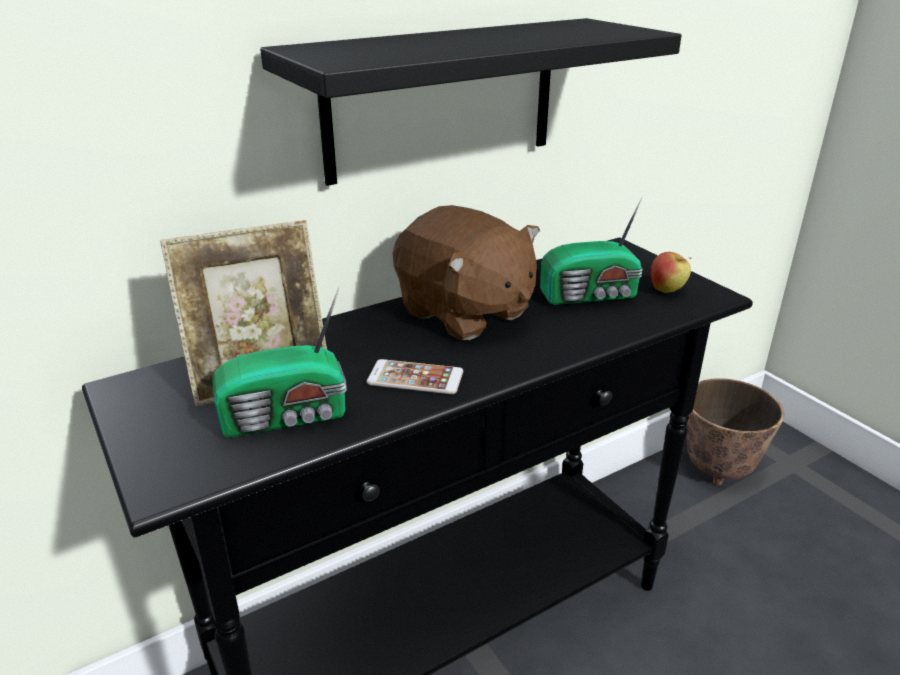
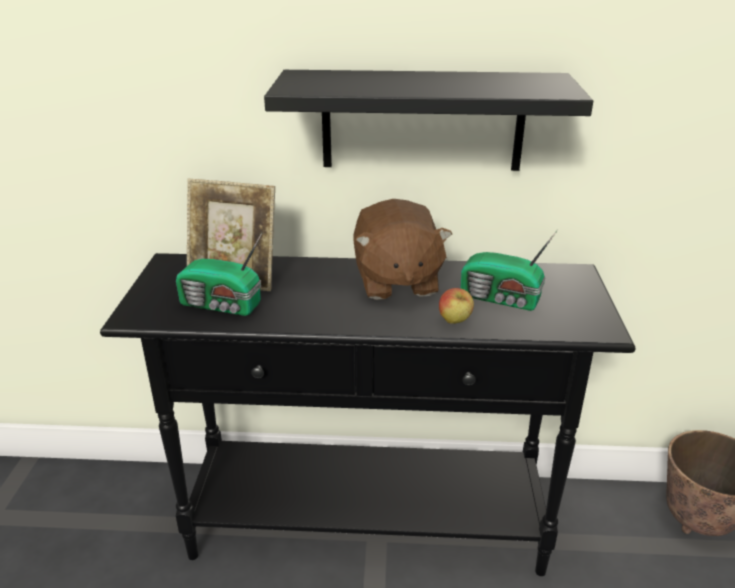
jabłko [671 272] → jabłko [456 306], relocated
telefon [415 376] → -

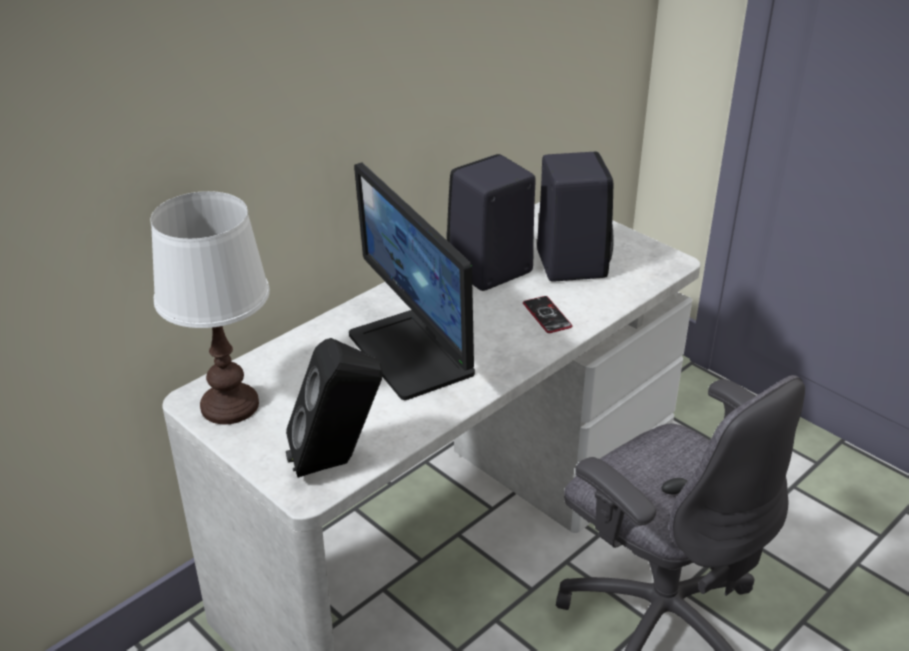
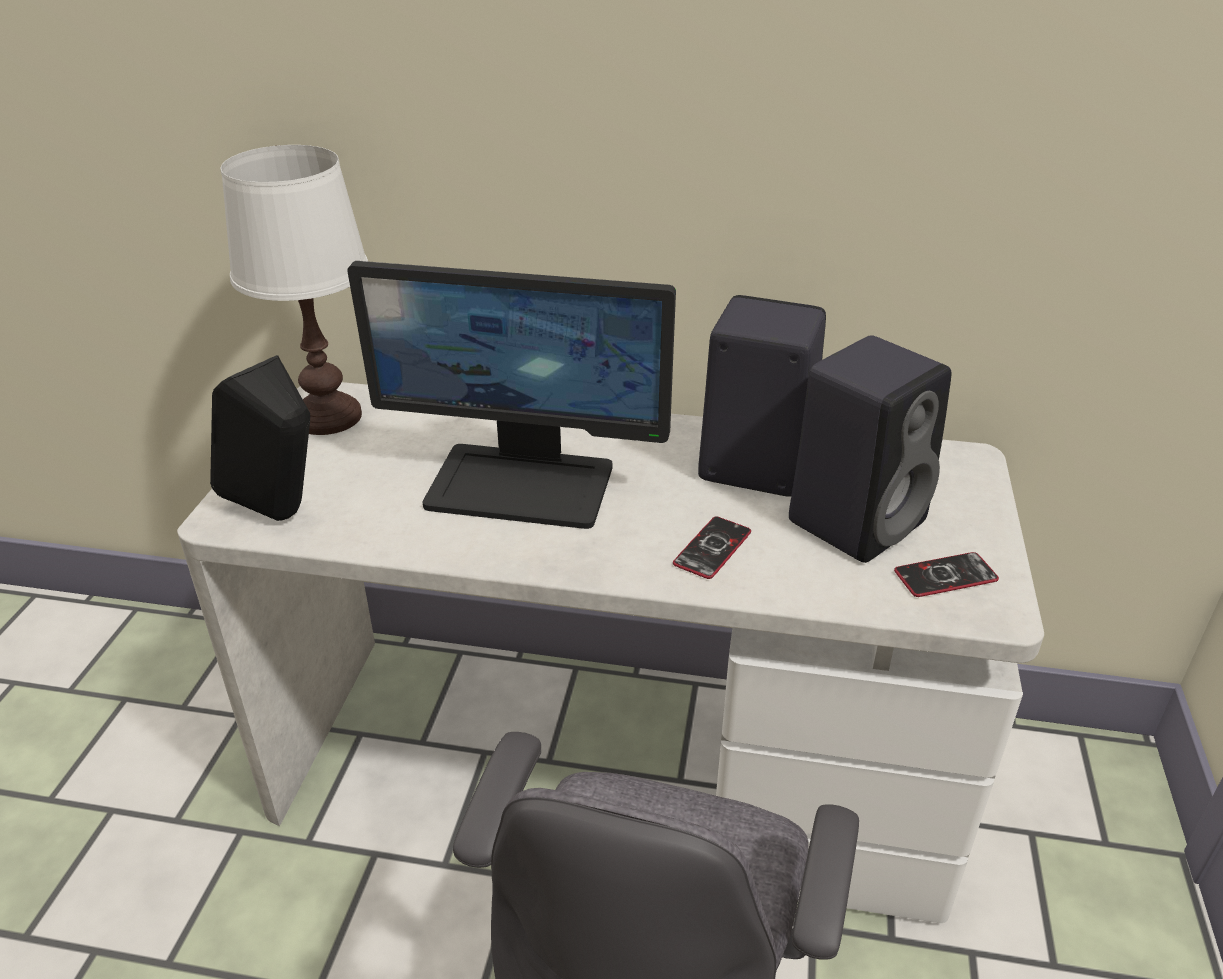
monitor [412 281] → monitor [511 395], 105 degrees counterclockwise
- → telefon [946 574]

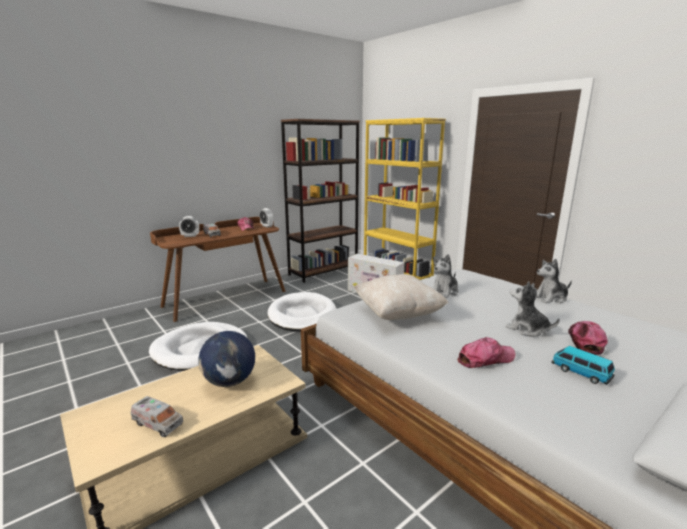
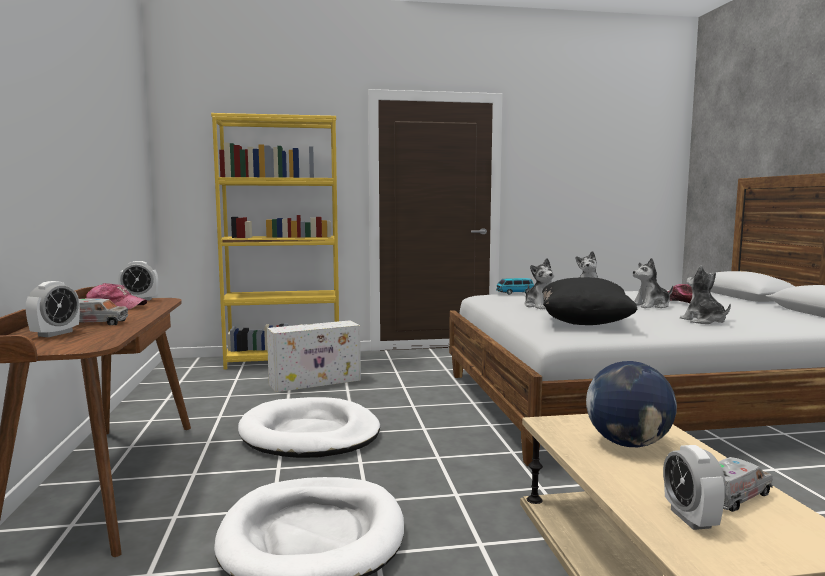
regał (brązowy) [320 201] → -
poduszka (beżowy) [401 297] → poduszka (czarny) [589 301]
czapka z daszkiem [486 352] → pluszak [705 295]
samochodzik [583 365] → samochodzik [515 286], relocated
- → budzik [694 487]

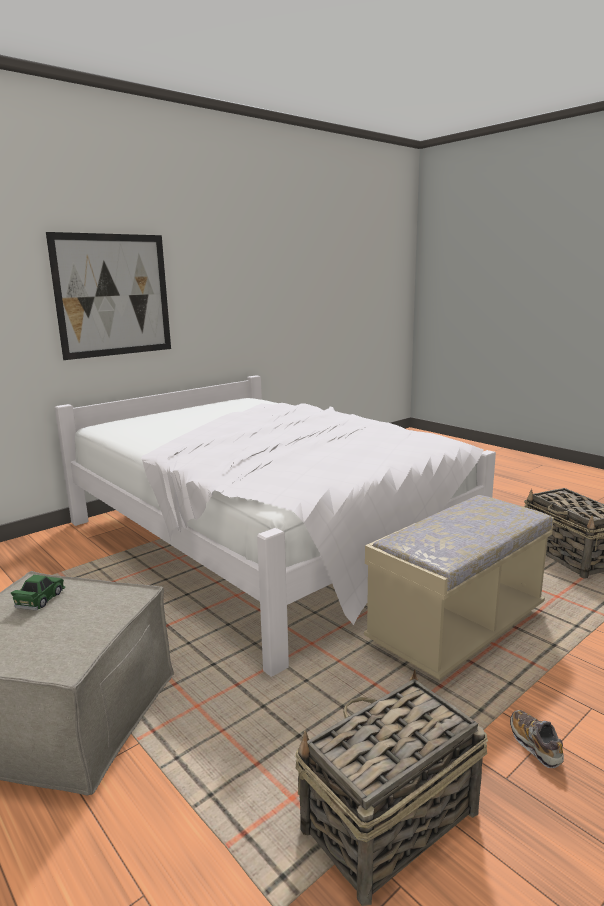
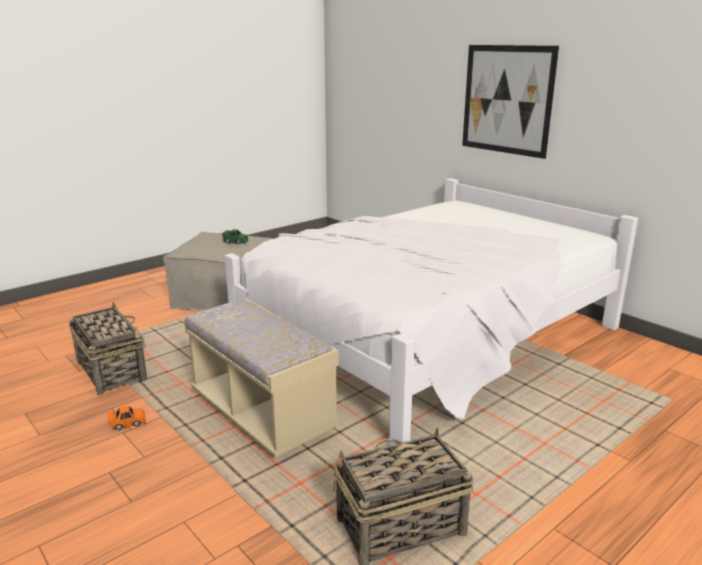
but [537 739] → samochodzik (pomarańczowy) [126 418]

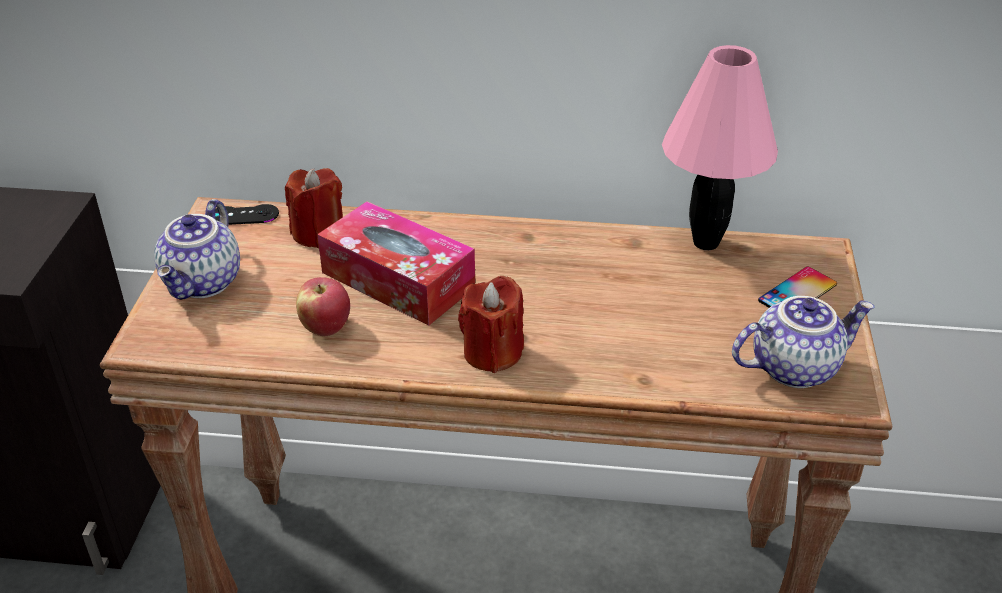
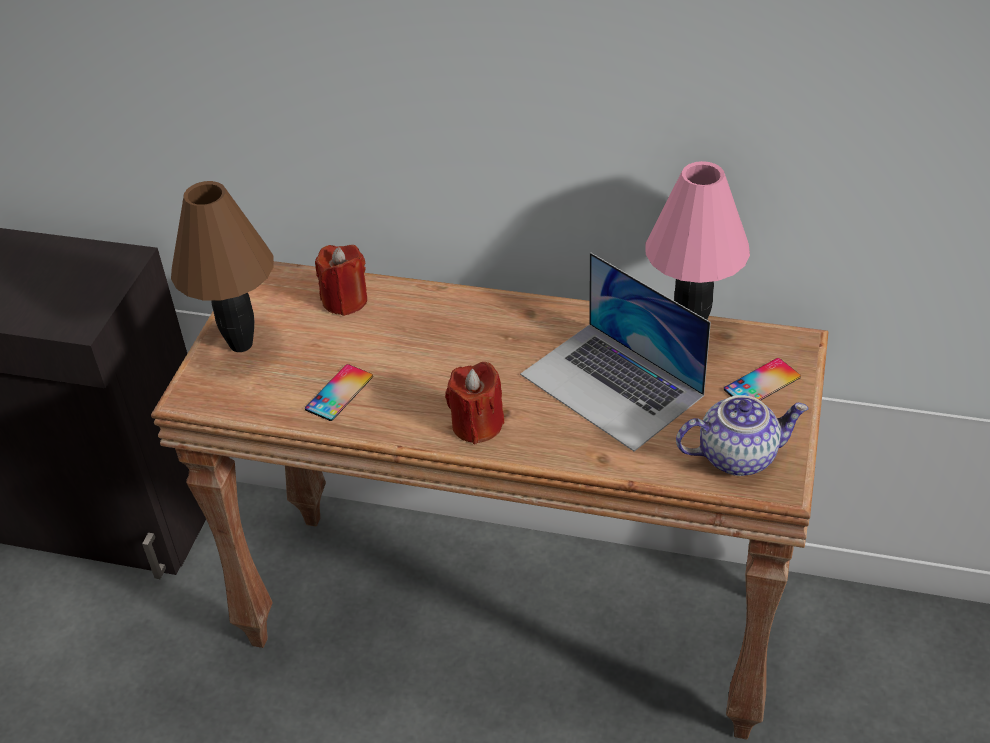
imbryk [197 249] → lampa stołowa (brązowy) [222 266]
pudełko chusteczek [396 263] → -
pad do gier (czarny) [247 214] → -
jabłko [323 306] → telefon [339 392]
- → laptop [615 352]

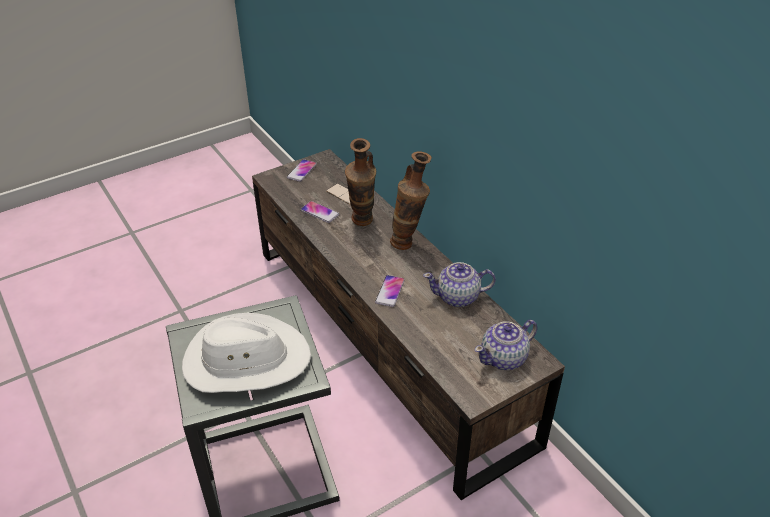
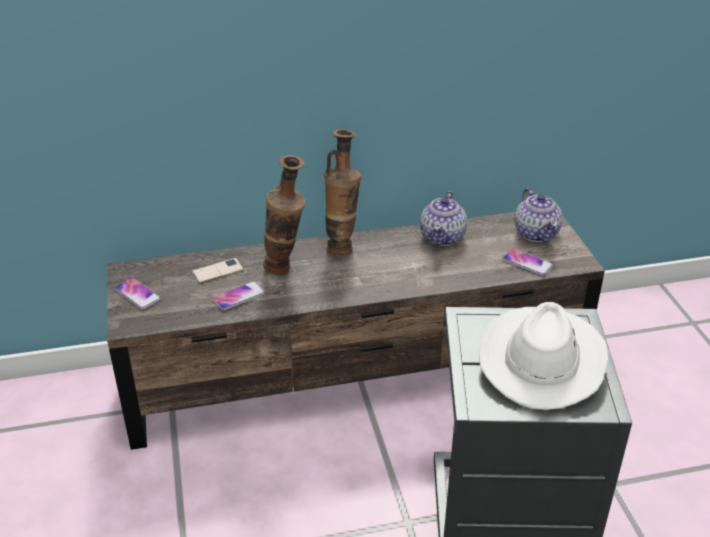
telefon [390 291] → telefon [528 262], relocated

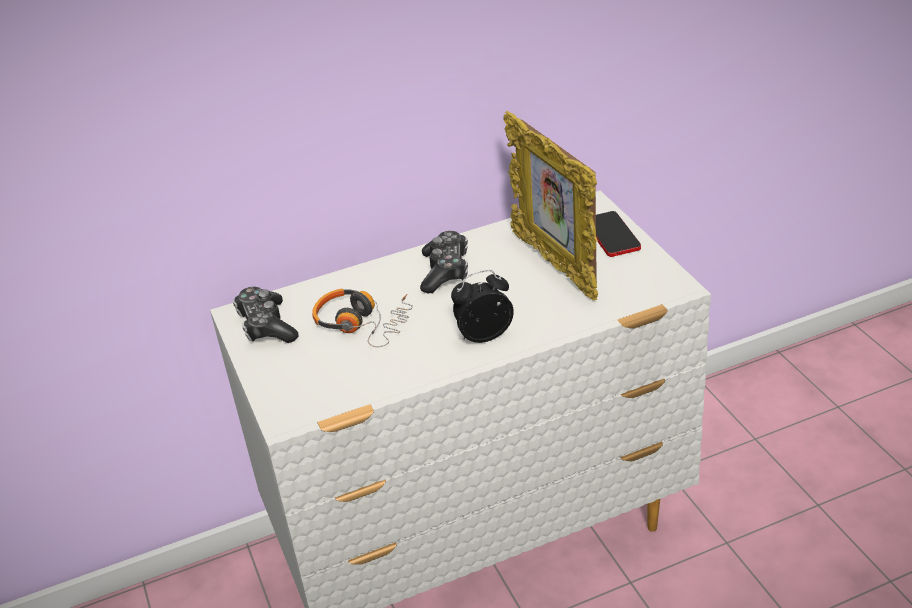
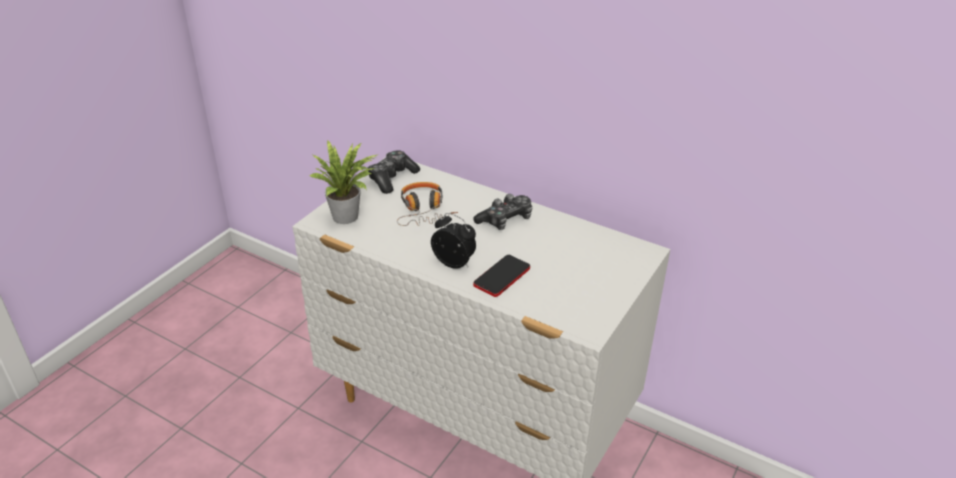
ramka na zdjęcie [551 205] → -
telefon [618 234] → telefon [501 276], relocated
- → roślina doniczkowa [343 182]

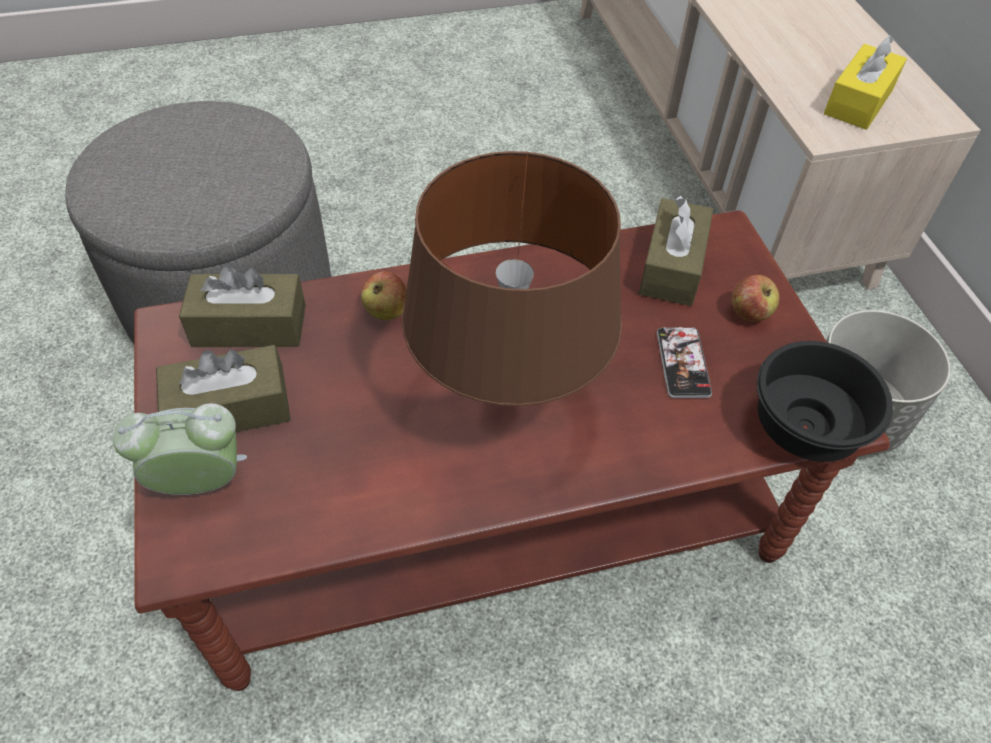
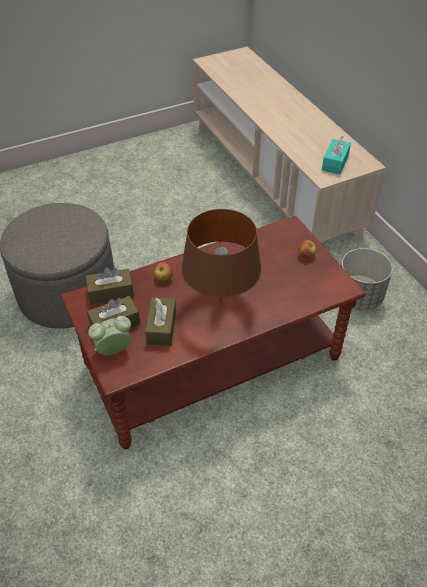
pudełko chusteczek (żółty) [865 82] → pudełko chusteczek (turkusowy) [336 155]
pudełko chusteczek (brązowy) [676 250] → pudełko chusteczek (brązowy) [160 321], relocated
telefon [684 362] → -
miska (czarny) [825 401] → -

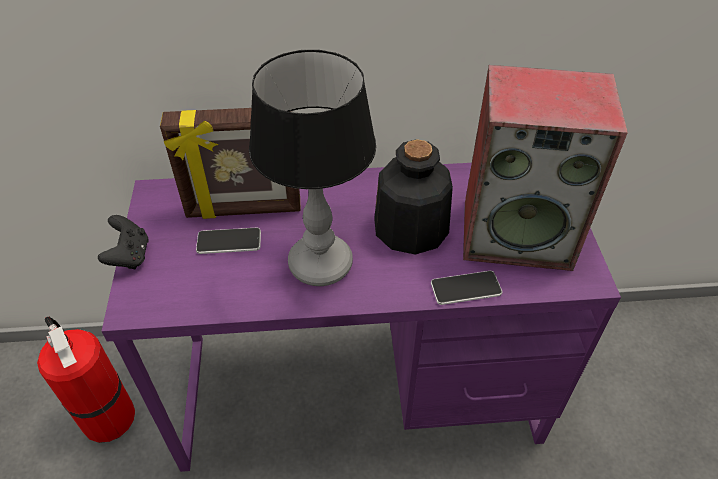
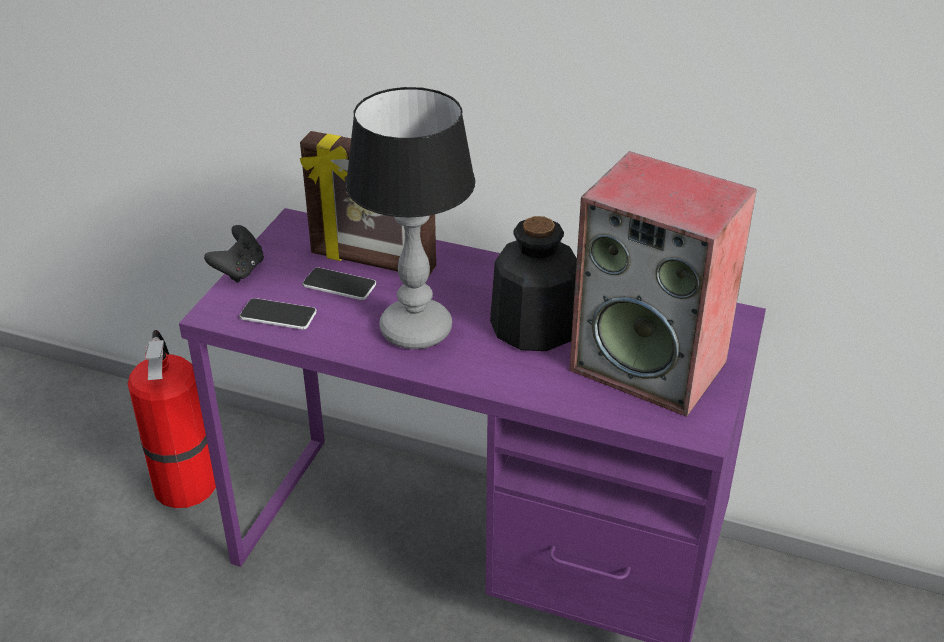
telefon [466 288] → telefon [278 314], relocated

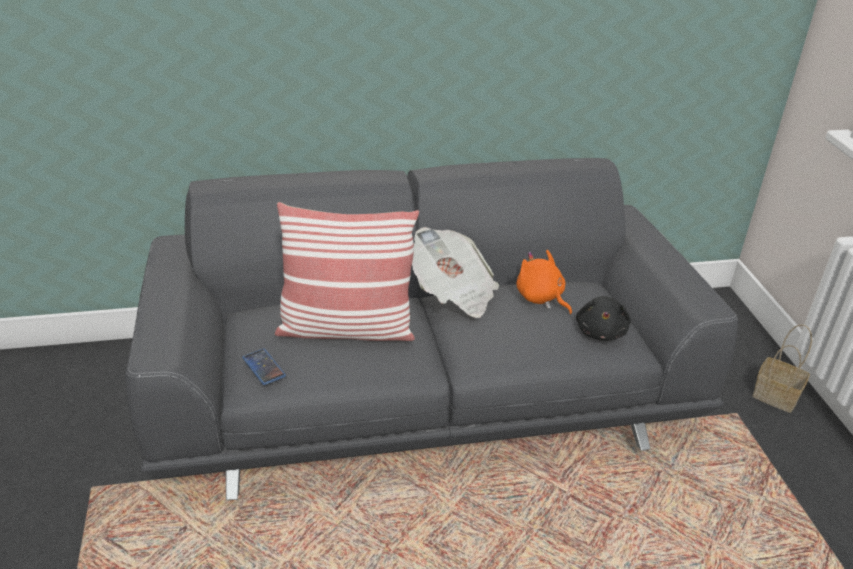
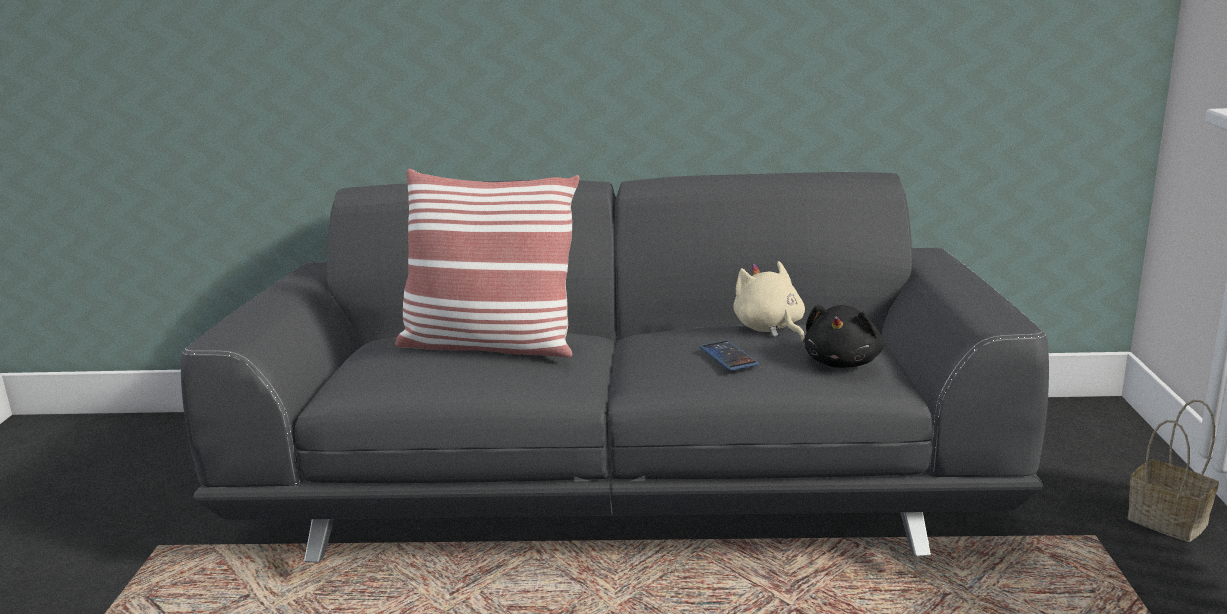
gazeta [455 272] → -
pluszak (pomarańczowy) [544 282] → pluszak (beżowy) [769 301]
telefon [264 366] → telefon [729 355], relocated

